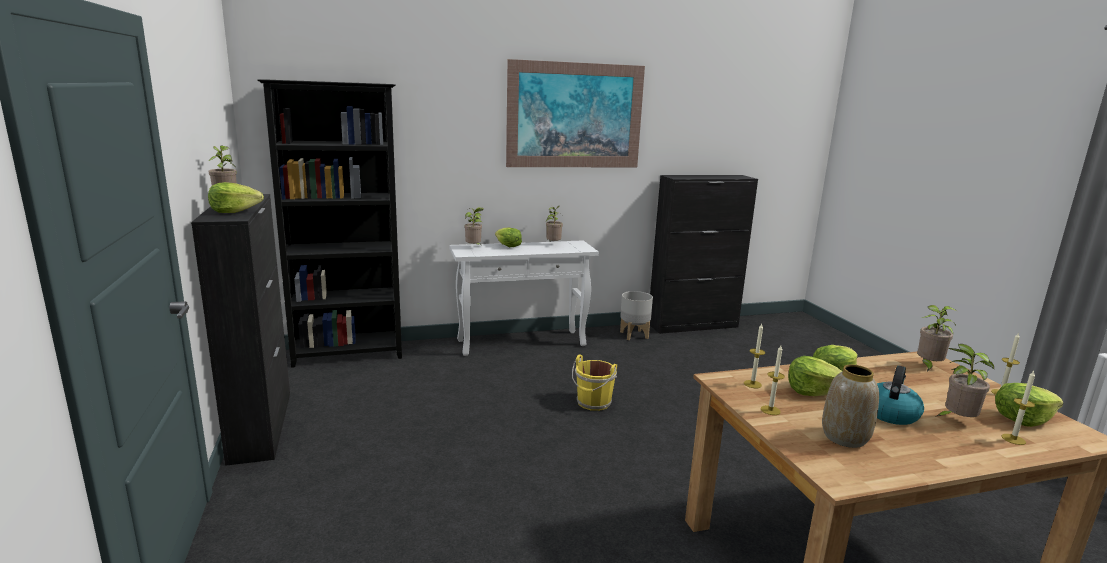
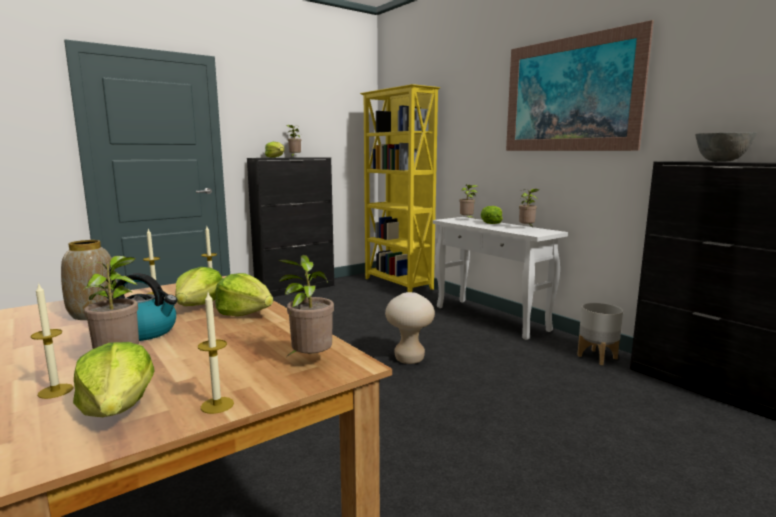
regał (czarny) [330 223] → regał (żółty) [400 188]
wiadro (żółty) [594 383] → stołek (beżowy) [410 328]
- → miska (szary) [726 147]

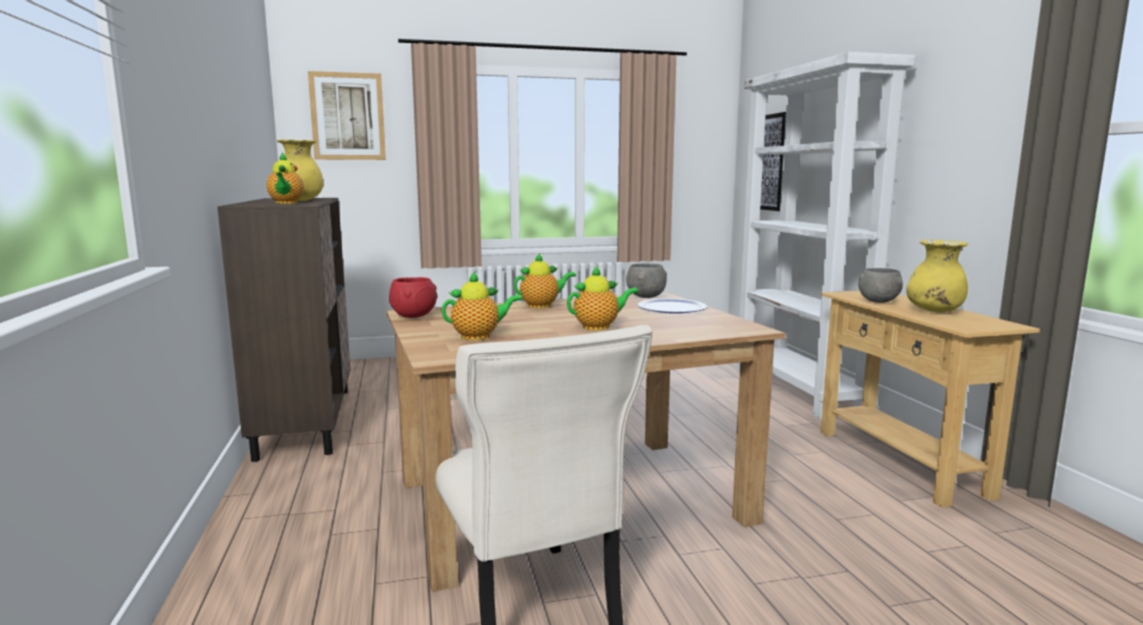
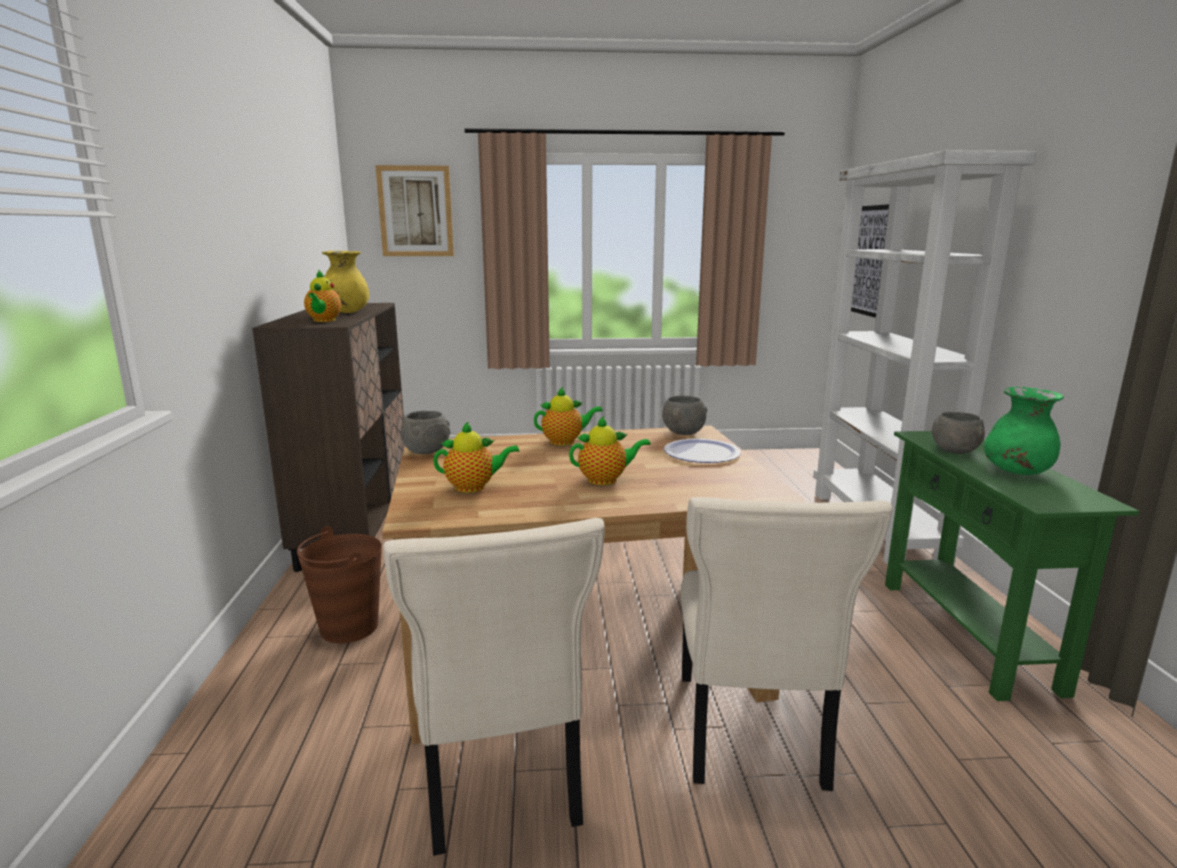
wazon (żółty) [937 275] → wazon (zielony) [1024 431]
miska (czerwony) [413 297] → miska (szary) [425 432]
stolik konsolowy (beżowy) [930 399] → stolik konsolowy (zielony) [1012 566]
- → krzesło (beżowy) [786 644]
- → wiadro (brązowy) [339 584]

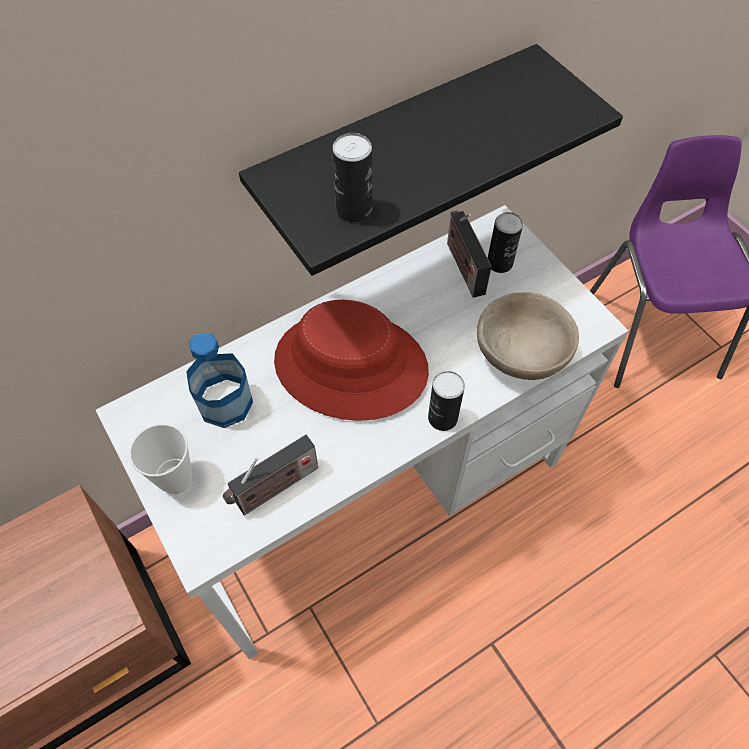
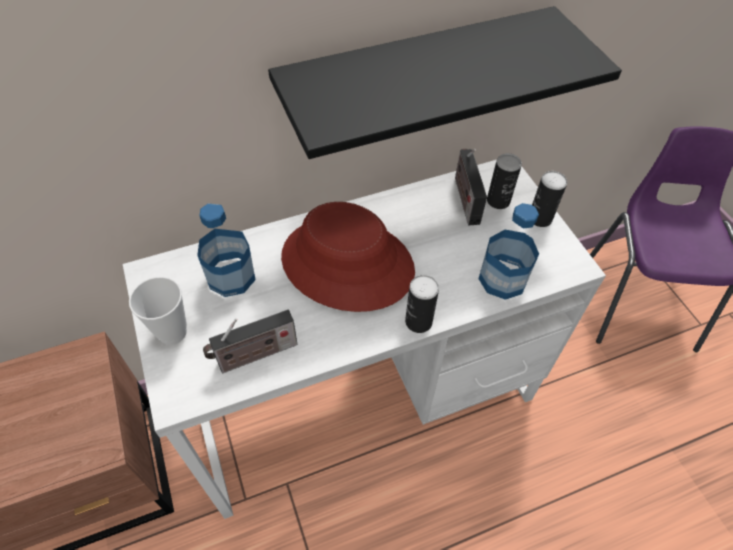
puszka [352 178] → puszka [549 199], relocated
miska (beżowy) [528 336] → butelka [508 251]

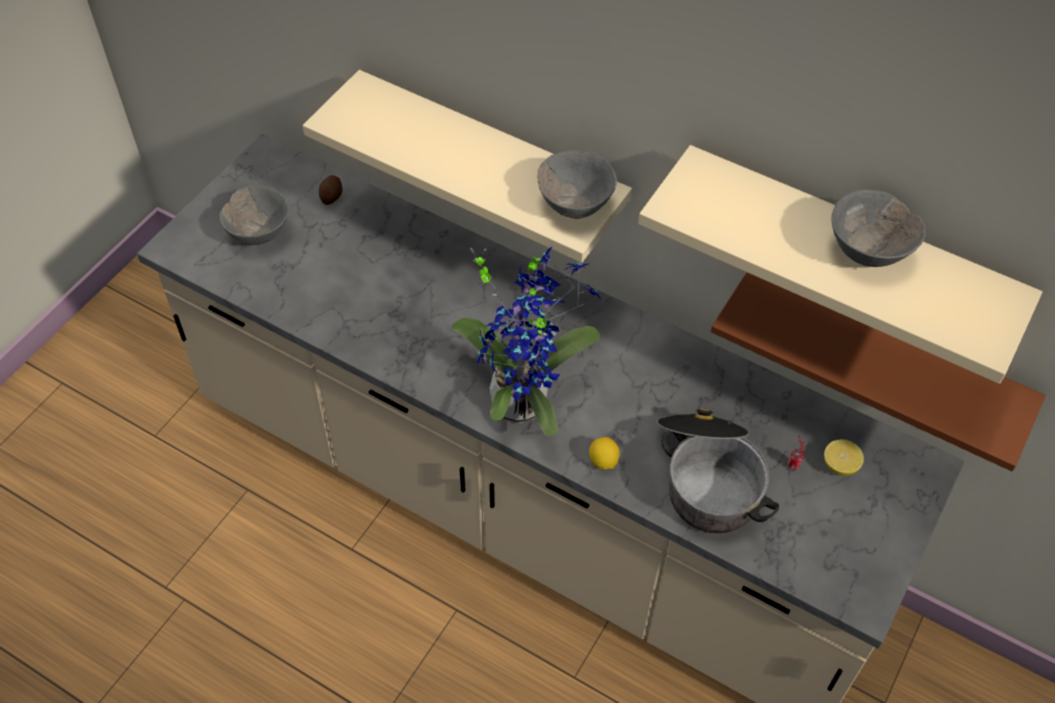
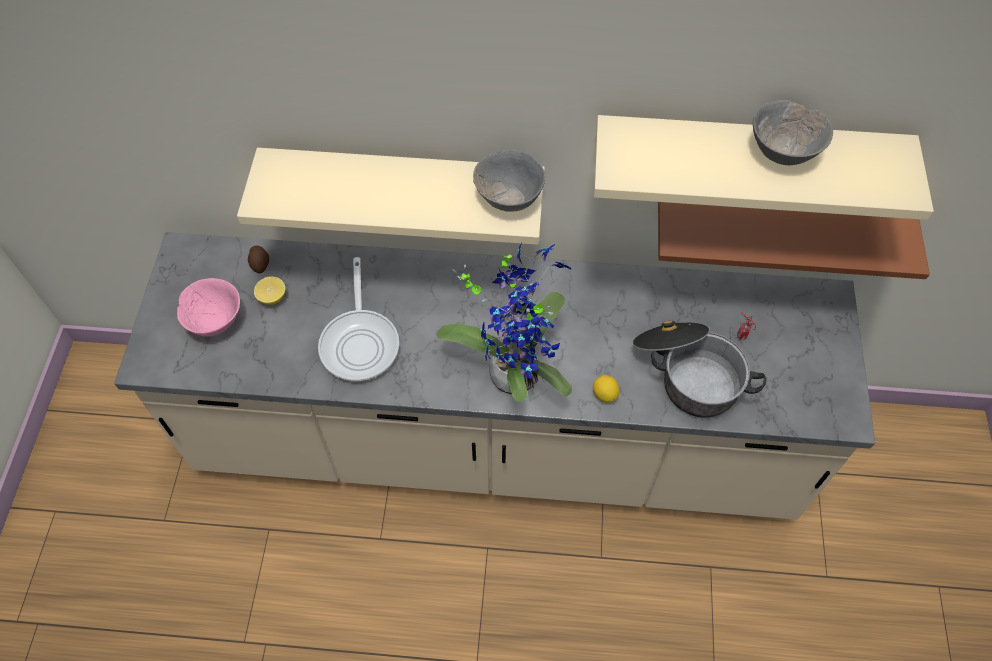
miska (szary) [254 215] → miska (różowy) [208 307]
cytryna [844 457] → cytryna [270 291], relocated
- → patelnia [358 319]

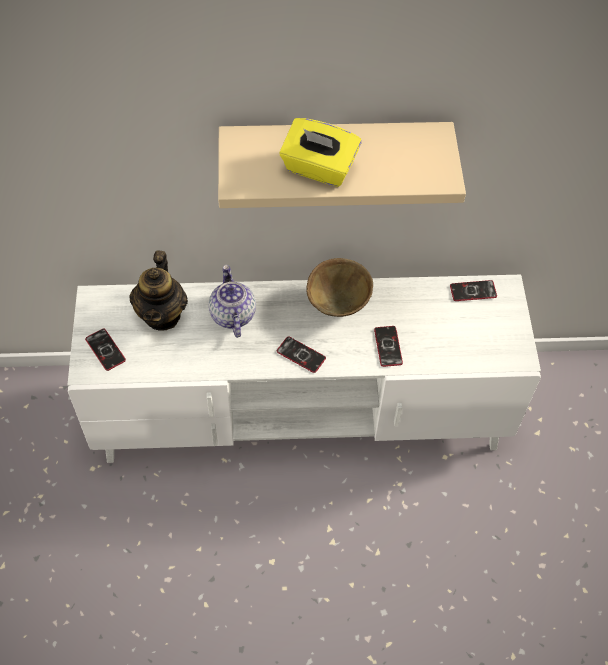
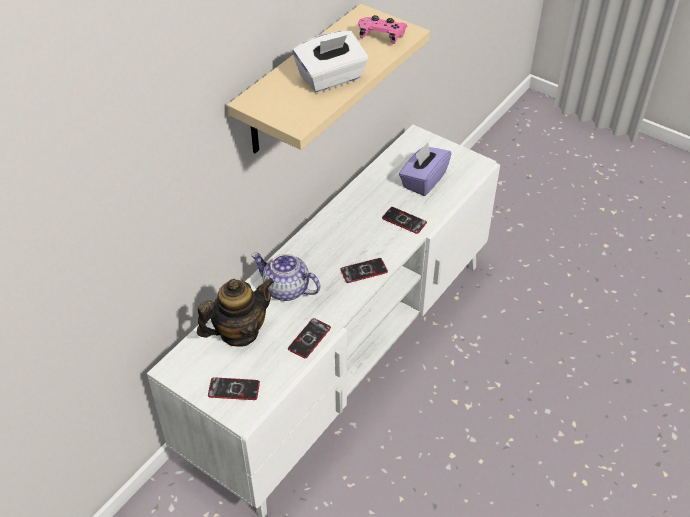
pudełko chusteczek (żółty) [320 152] → pudełko chusteczek (biały) [331 61]
imbryk [158 290] → imbryk [235 312], 75 degrees counterclockwise
miska (brązowy) [339 287] → -
telefon [473 290] → telefon [309 338], relocated
- → pad do gier (różowy) [382 29]
- → pudełko chusteczek (fioletowy) [425 169]

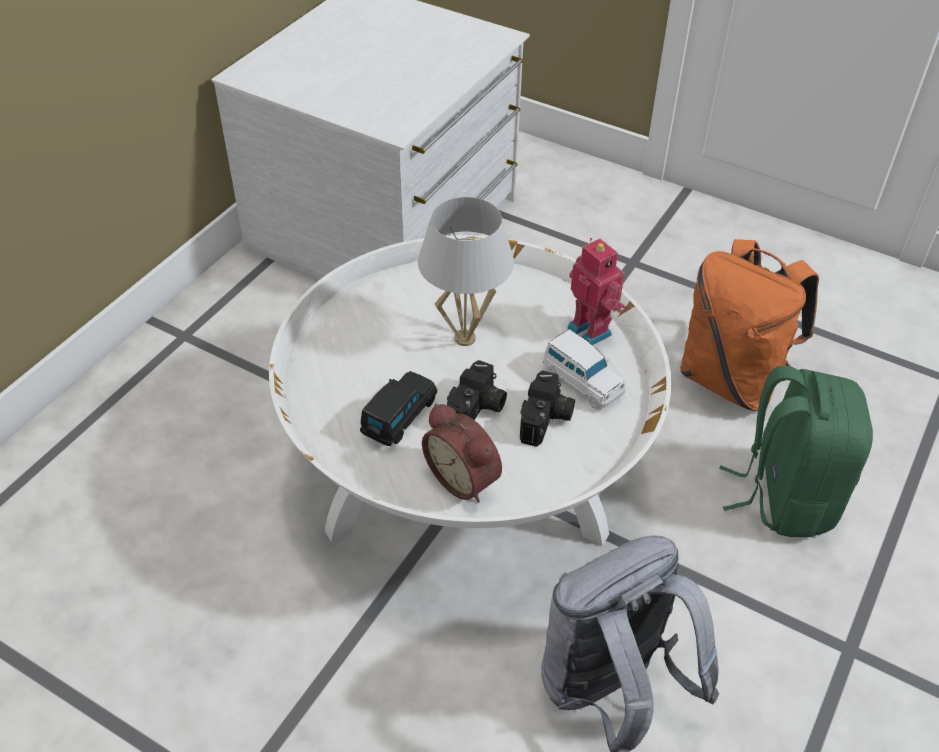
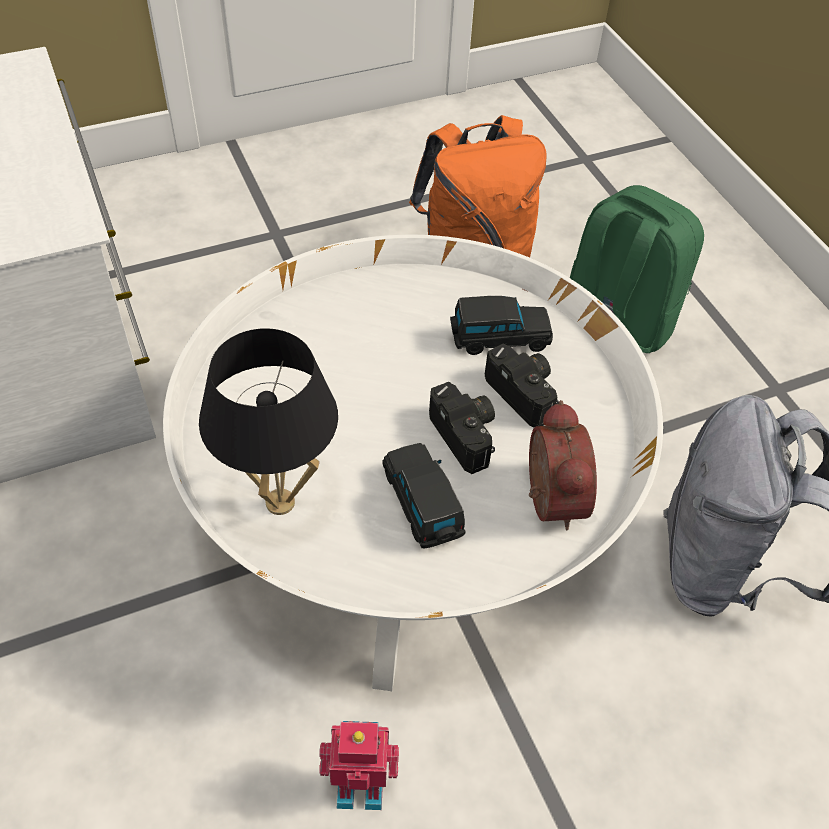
lampa stołowa (biały) [466 271] → -
robot zabawkowy [596 291] → robot zabawkowy [359 765], relocated
samochodzik (biały) [584 369] → samochodzik (czarny) [501 325]
budzik [462 453] → budzik [563 465], 90 degrees counterclockwise
- → lampa stołowa (czarny) [268 421]

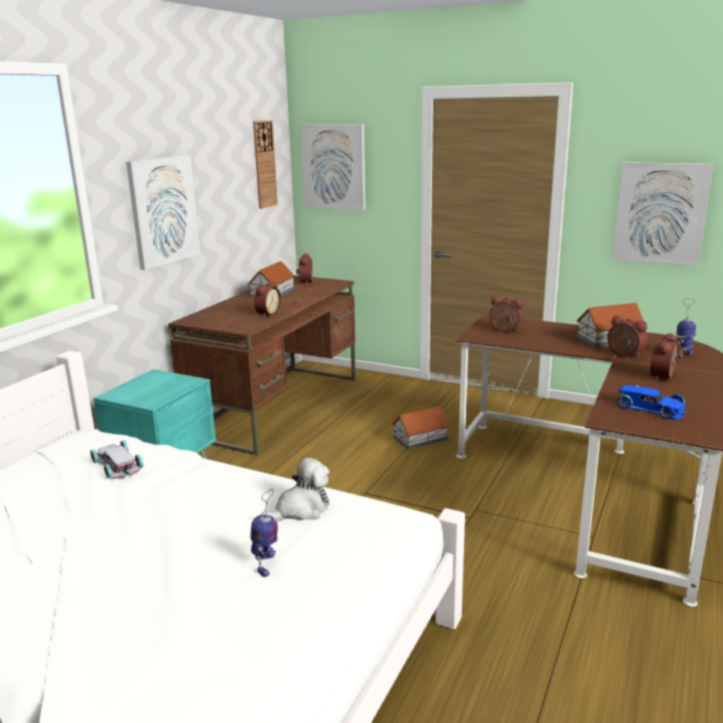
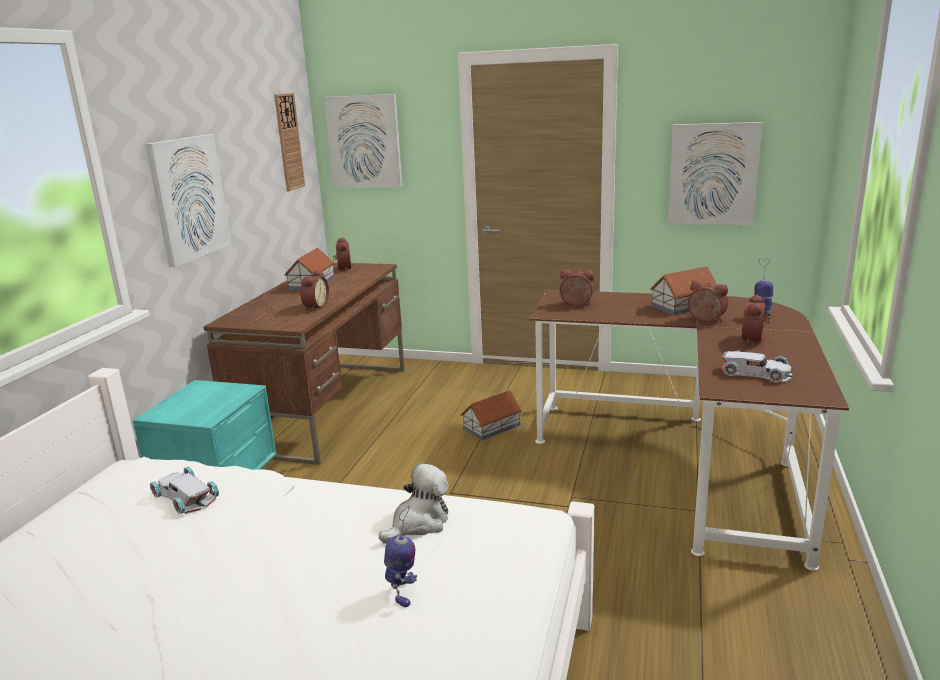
samochodzik (niebieski) [651 402] → samochodzik (biały) [757 366]

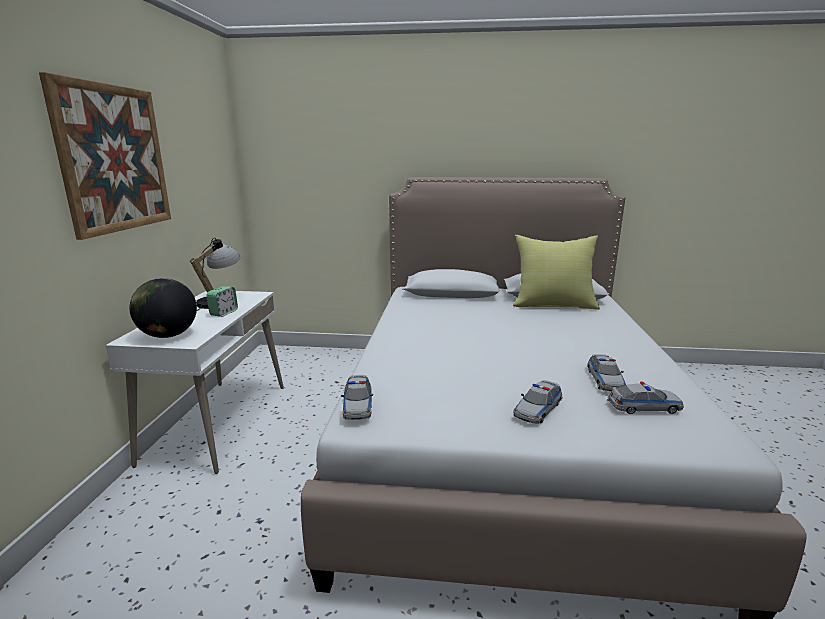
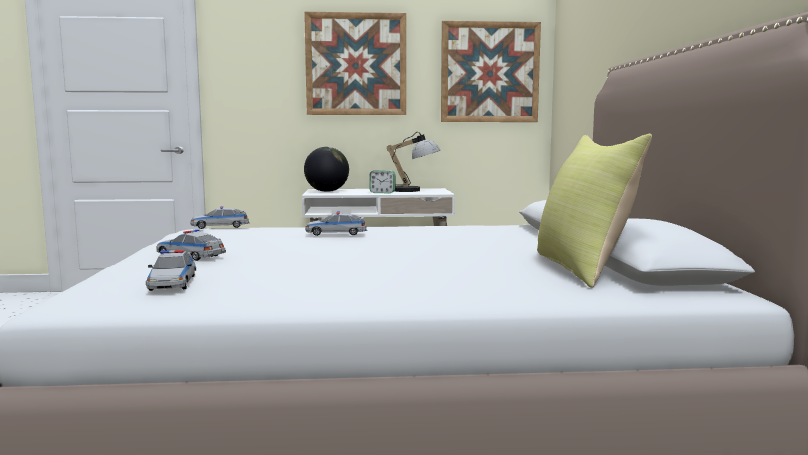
samochodzik [606 372] → samochodzik [336 223], relocated
- → obraz [491 71]

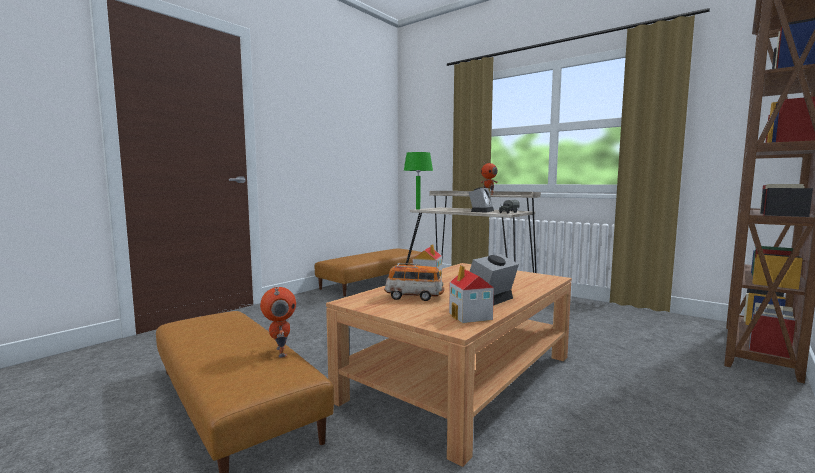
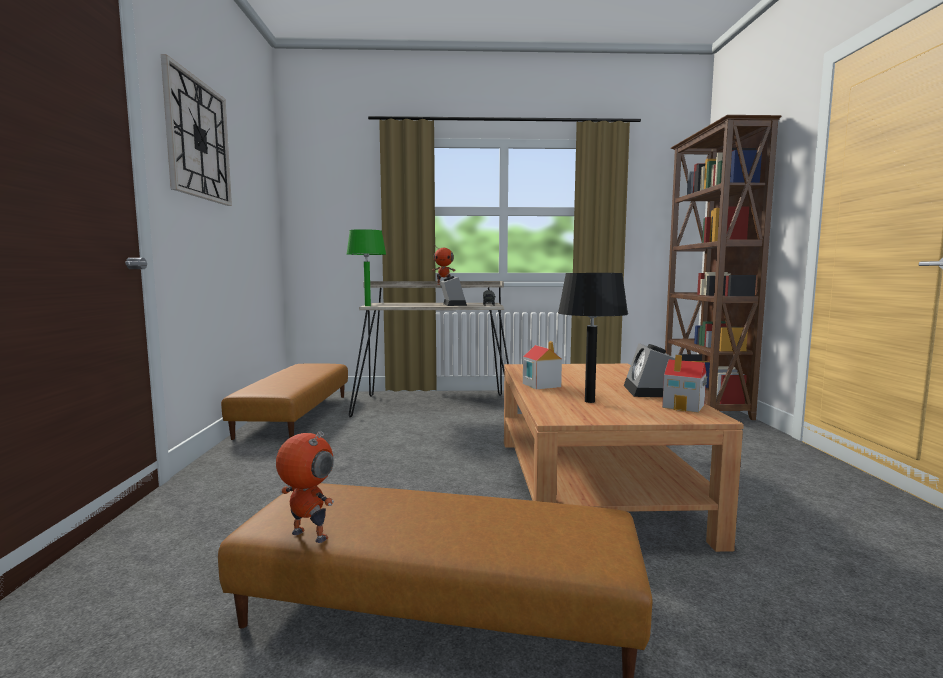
samochodzik [414 282] → lampa stołowa (czarny) [593 338]
robot zabawkowy [278 322] → robot zabawkowy [305 487], relocated
- → zegar ścienny [196 130]

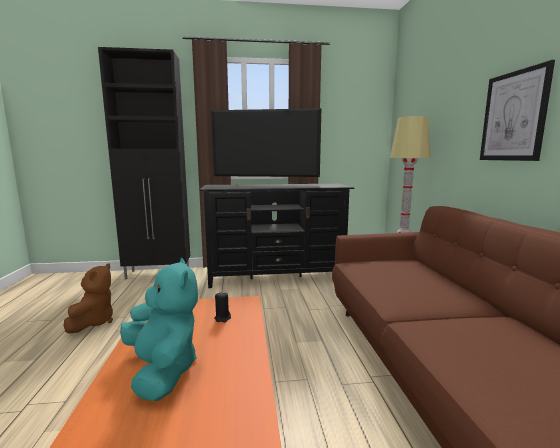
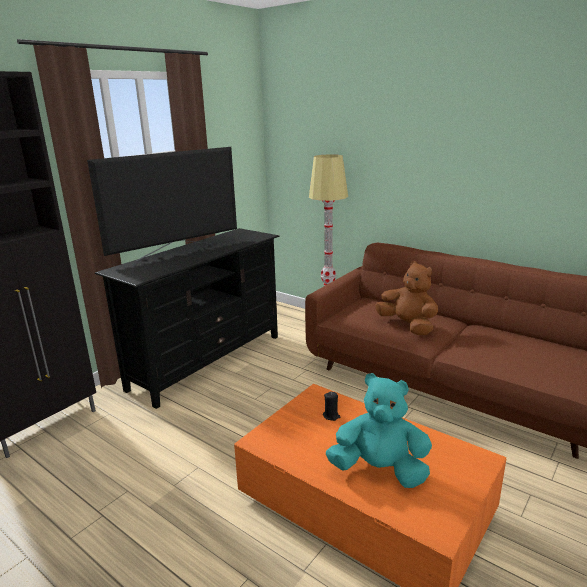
obraz [517 110] → -
pluszak (brązowy) [88 298] → pluszak (brązowy) [406 298], relocated

